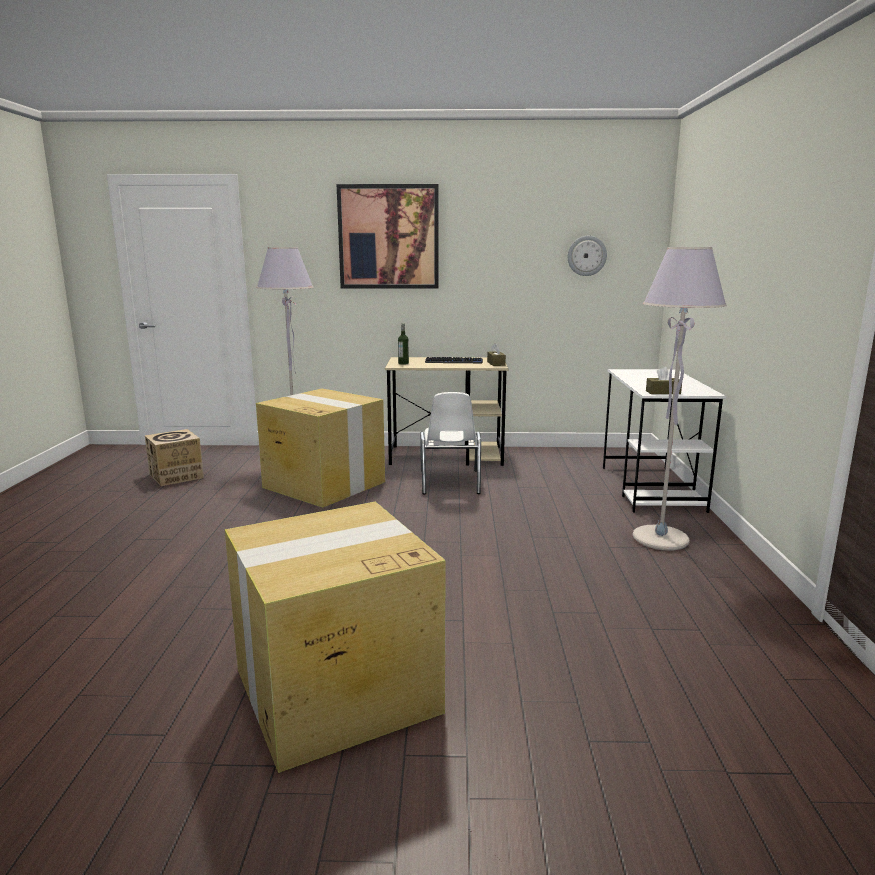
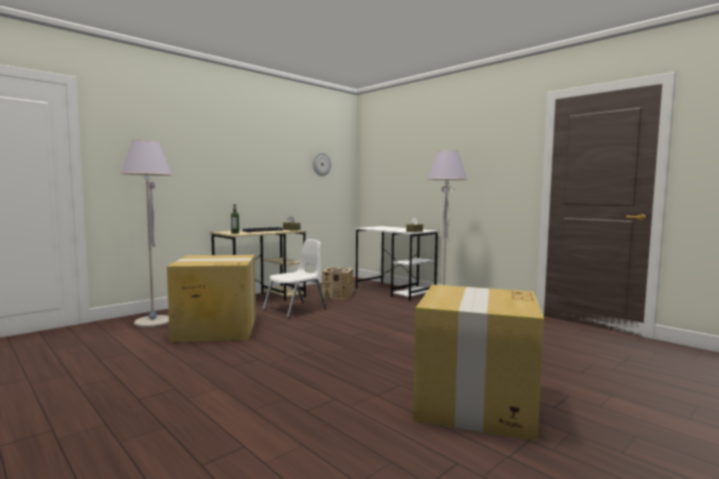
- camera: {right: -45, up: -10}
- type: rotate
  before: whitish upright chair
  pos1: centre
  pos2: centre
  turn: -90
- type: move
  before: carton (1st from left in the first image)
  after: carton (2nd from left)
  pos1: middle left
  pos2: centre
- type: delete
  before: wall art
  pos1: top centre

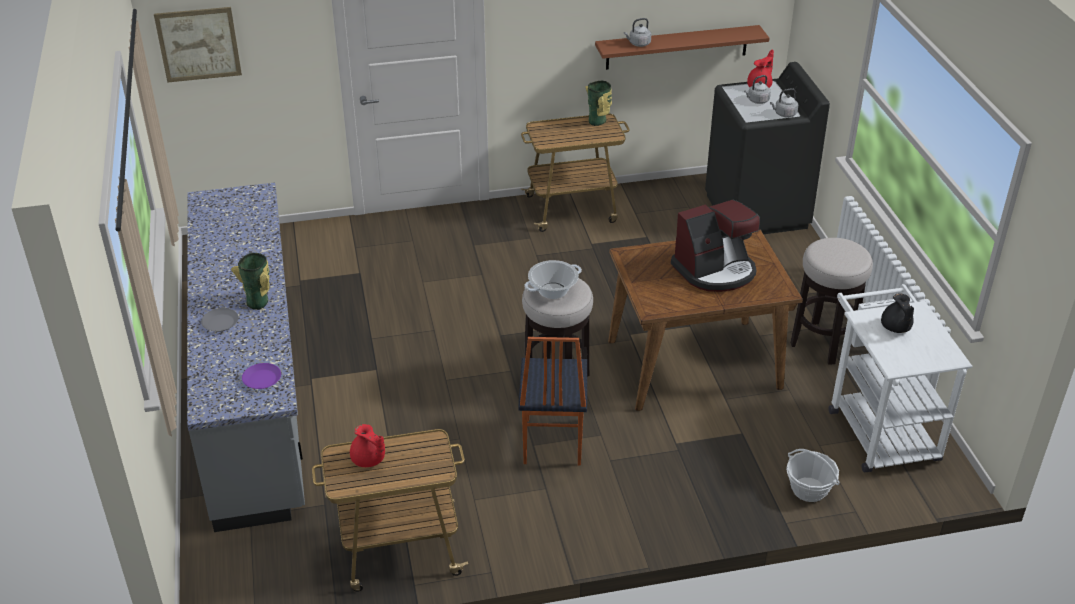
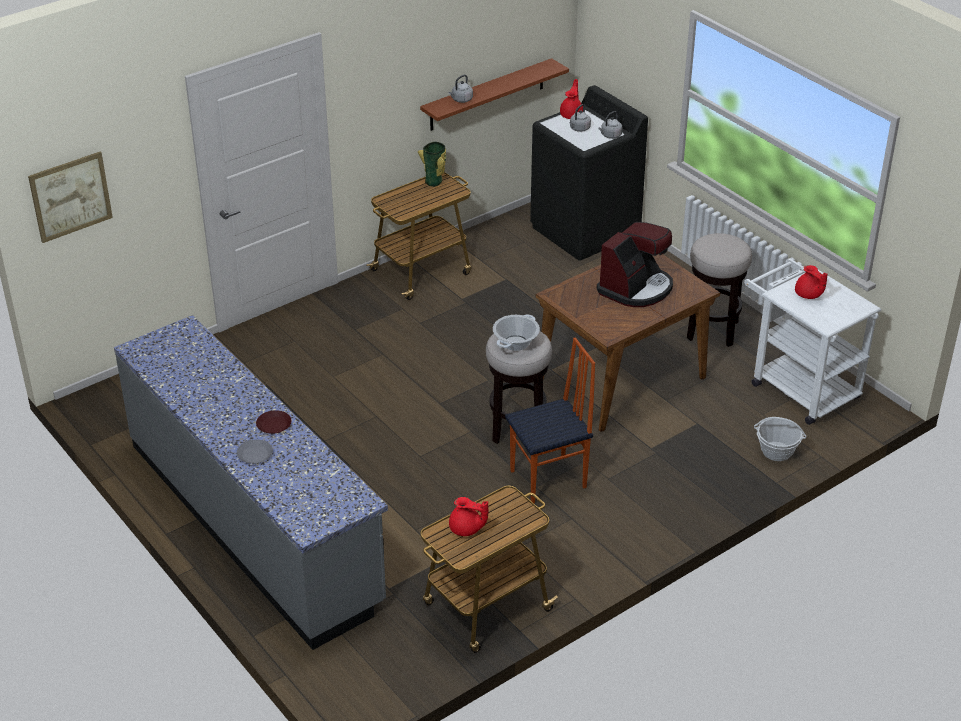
- camera: {right: -25, up: 0}
- type: replace
  before: flower vase (1st from left)
  after: brown plate
  pos1: middle left
  pos2: middle left
- type: rotate
  before: upright chair
  pos1: centre
  pos2: centre
  turn: -90
- type: recolor
  before: black pot for tea
  after: reddish pot for tea (3rd from left)
  pos1: middle right
  pos2: middle right
- type: delete
  before: purple-coloured plate
  pos1: middle left

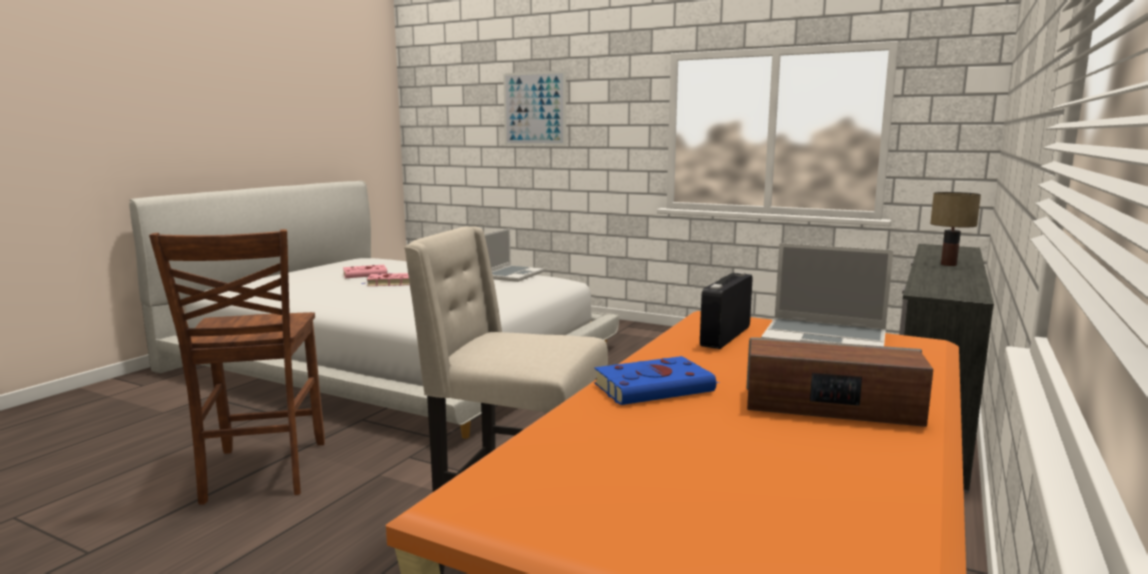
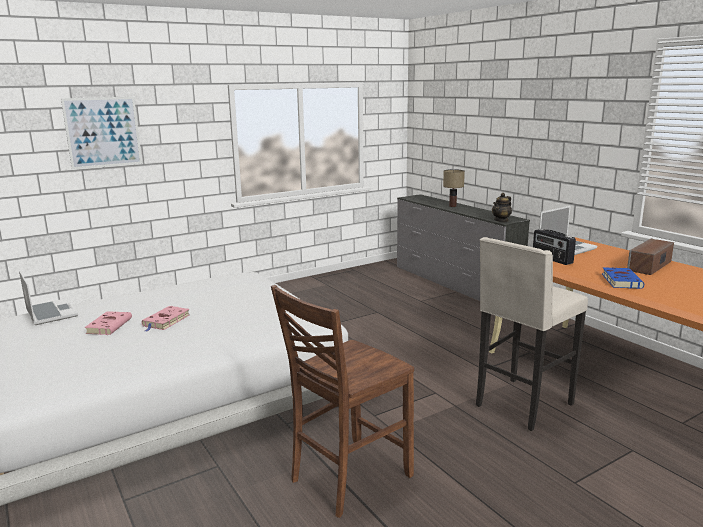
- camera: {right: -60, up: 5}
- type: move
  before: notebook computer (1st from left)
  pos1: centre
  pos2: middle left
- type: rotate
  before: brown upright chair
  pos1: middle left
  pos2: bottom centre
  turn: 120
- type: insert
  after: pot for tea
  pos2: middle right

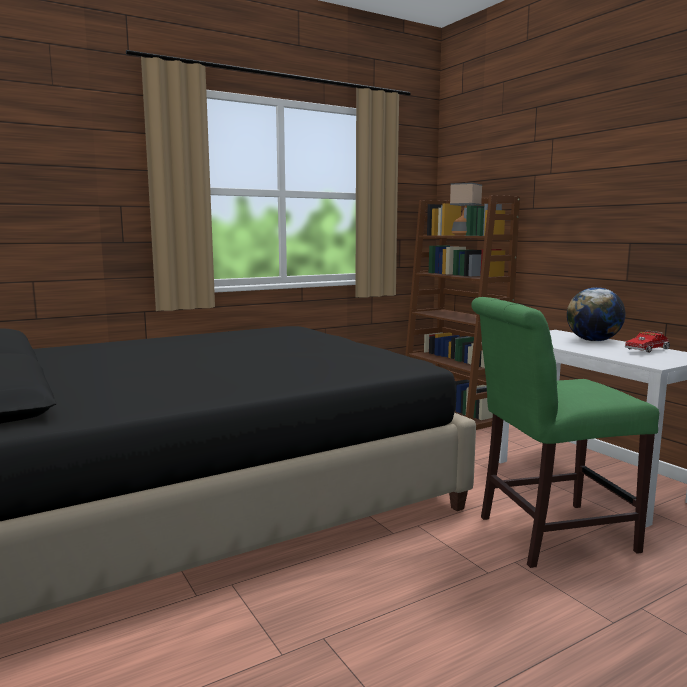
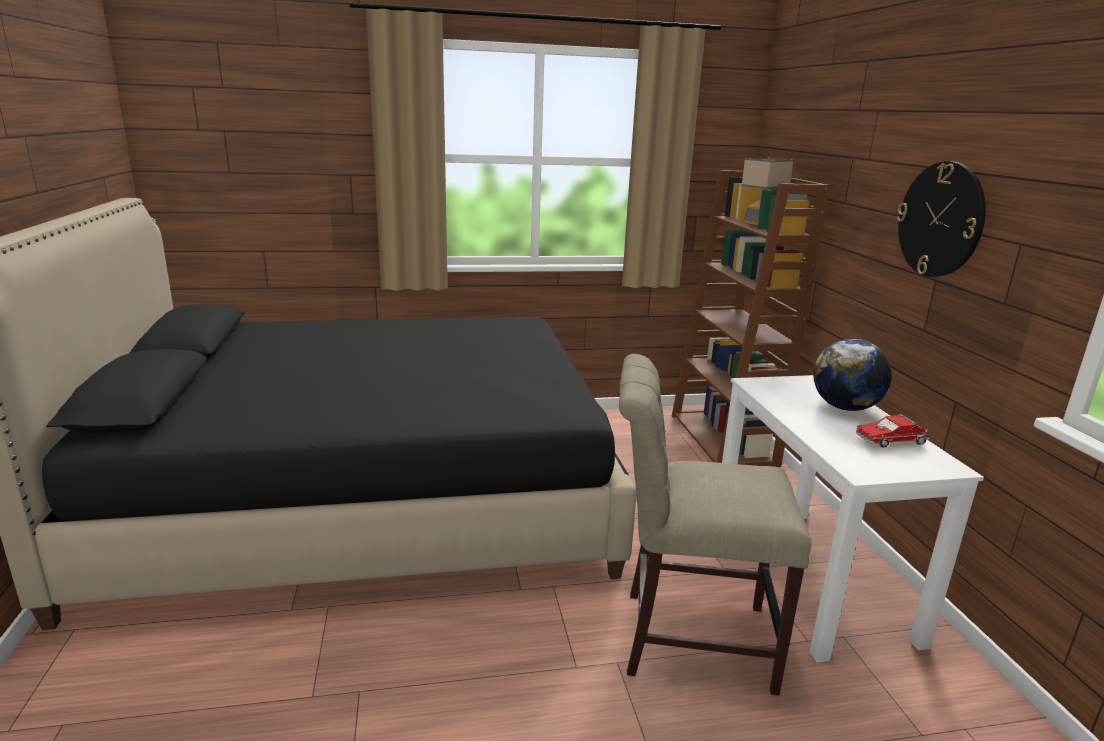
- camera: {right: 20, up: 10}
- type: recolor
  before: greenish upright chair
  after: beige upright chair
  pos1: middle right
  pos2: bottom centre
- type: insert
  after: wall clock
  pos2: top right

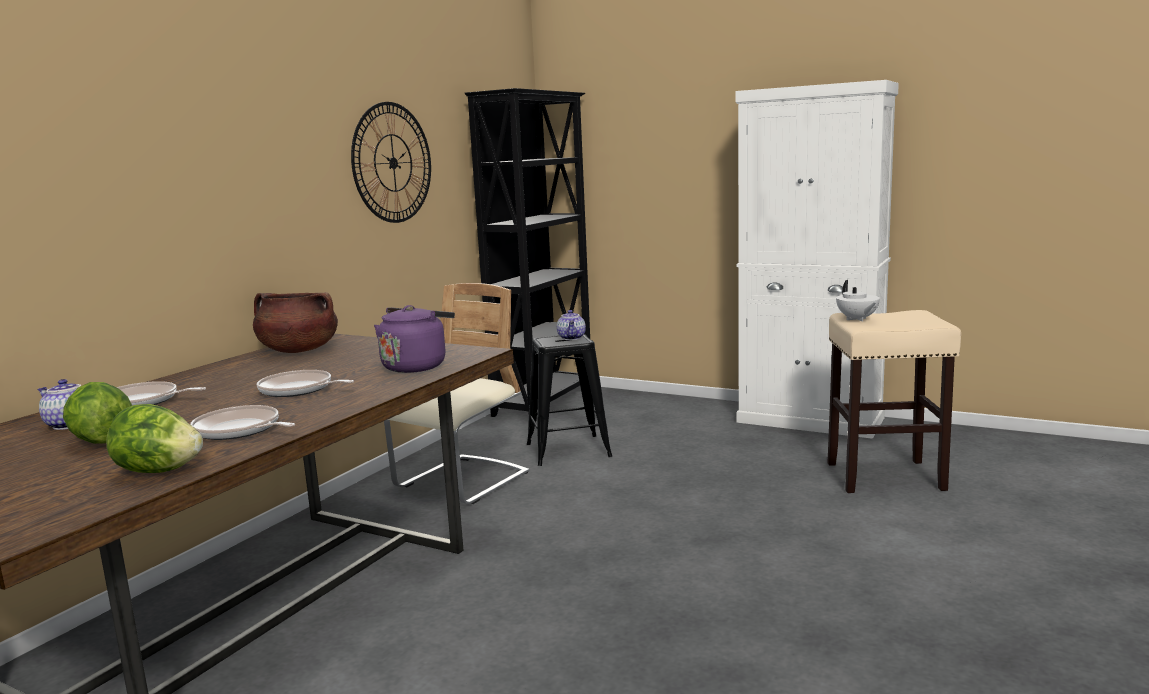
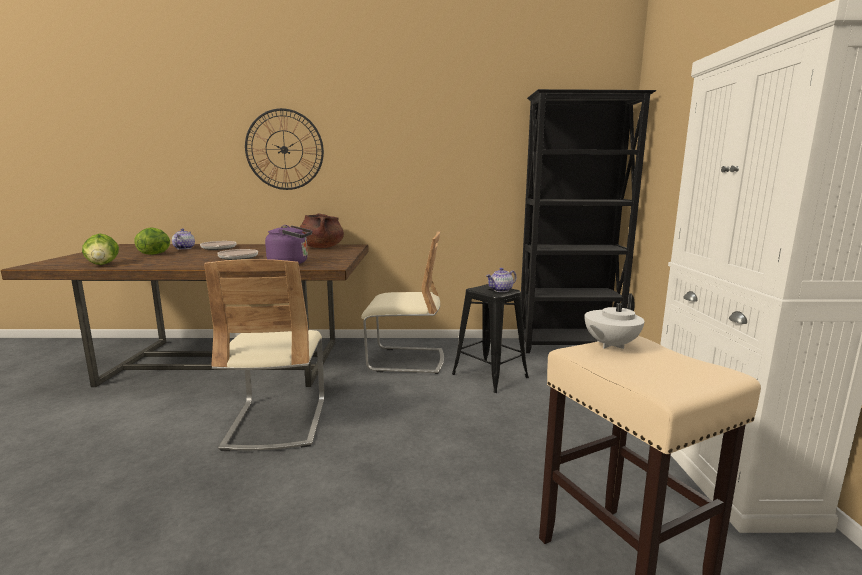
- camera: {right: 60, up: 0}
- type: insert
  after: beige upright chair (1st from left)
  pos2: middle left
- type: move
  before: wall clock
  pos1: top centre
  pos2: top left
- type: delete
  before: skillet (2nd from left)
  pos1: middle left

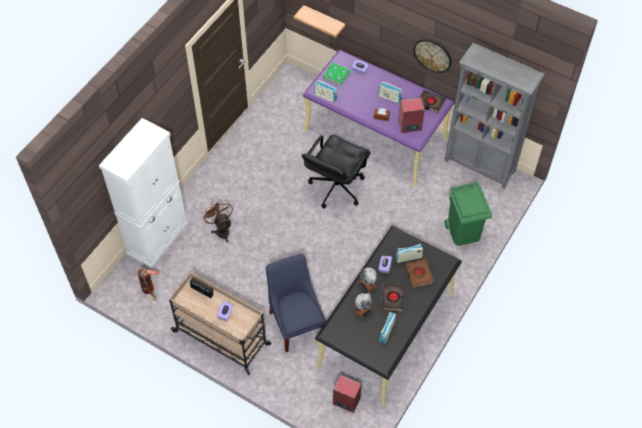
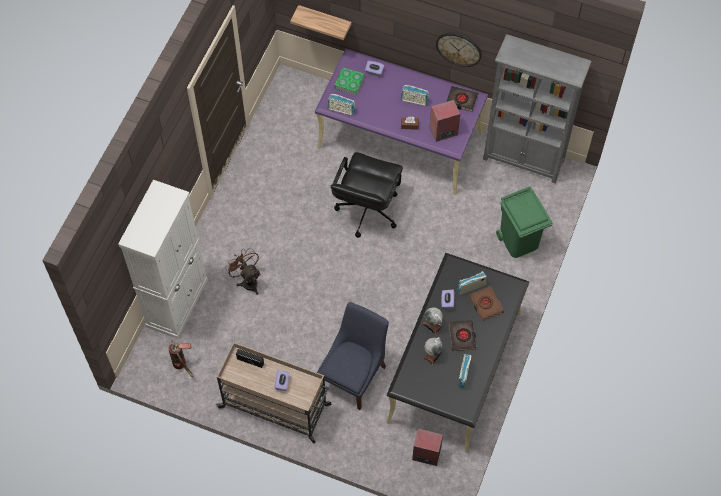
- camera: {right: -10, up: 5}
- type: rotate
  before: bluish upright chair
  pos1: bottom centre
  pos2: bottom centre
  turn: 60

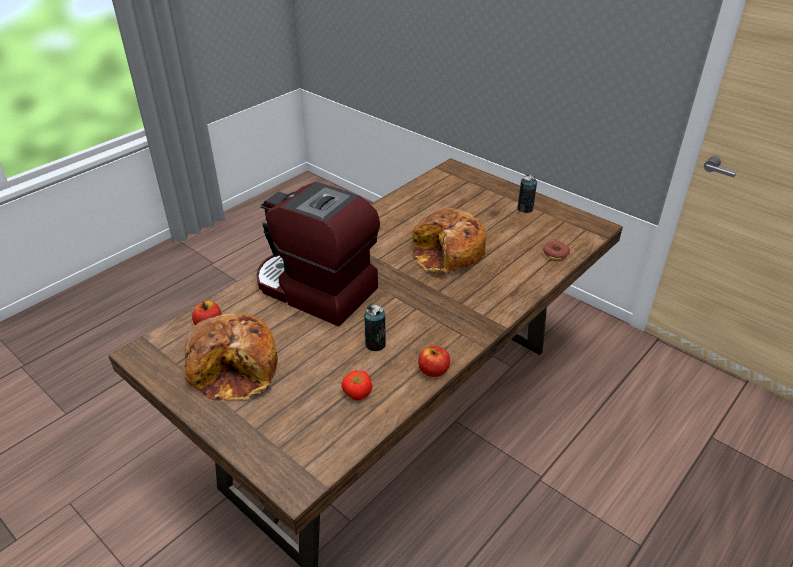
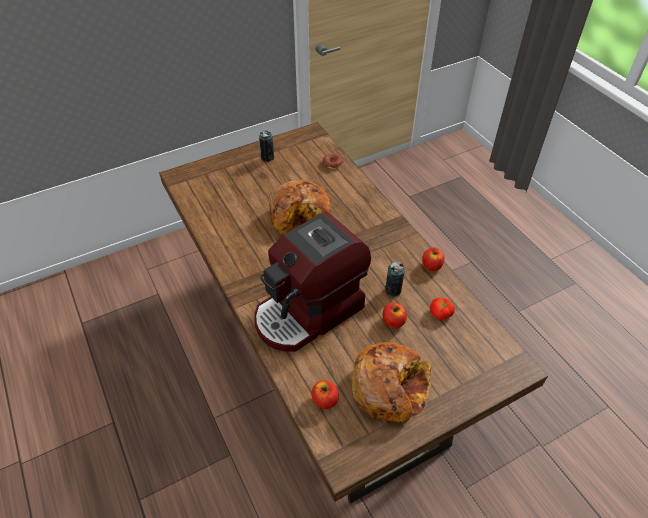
- camera: {right: -70, up: 10}
- type: insert
  after: apple (2nd from left)
  pos2: centre

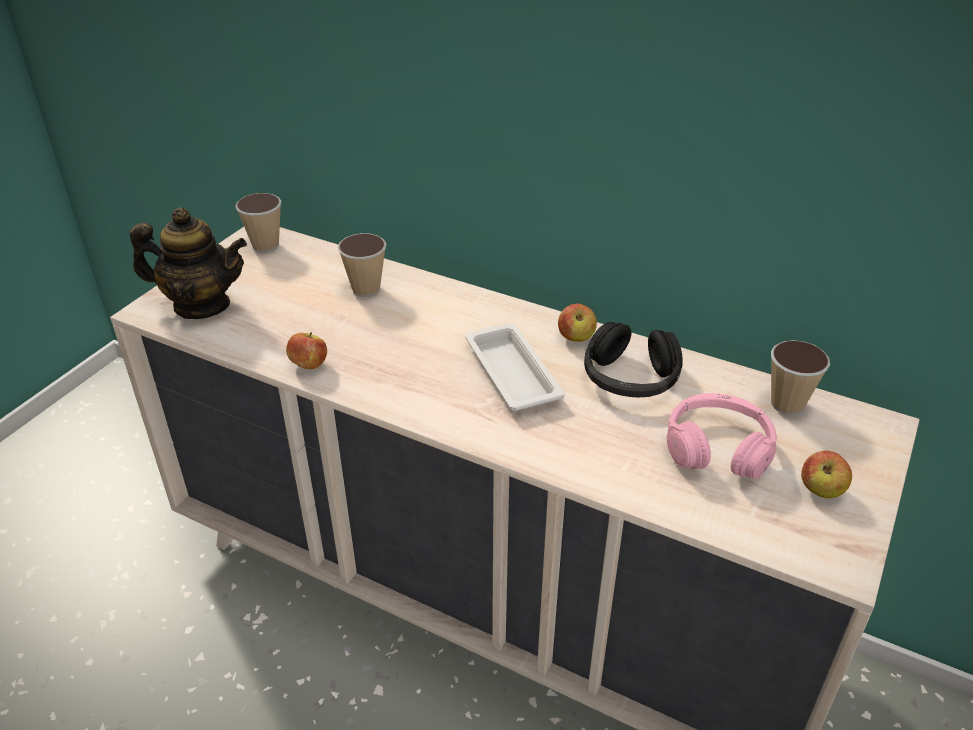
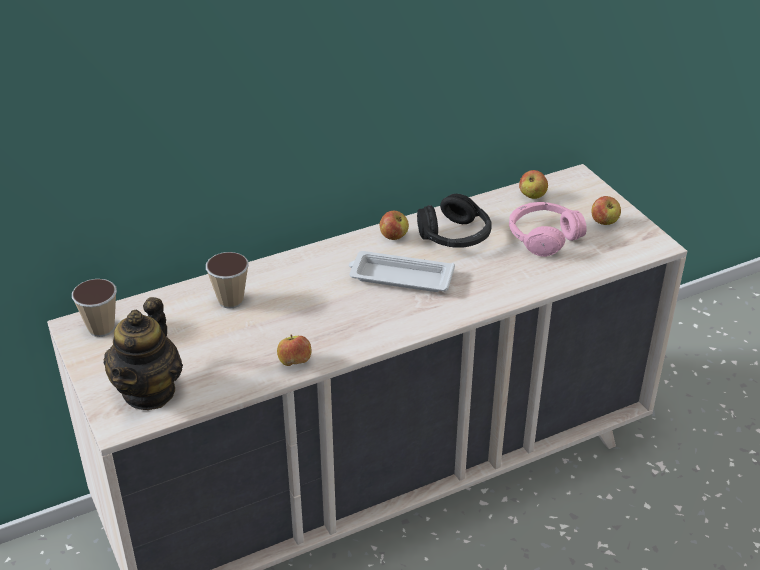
- camera: {right: -55, up: 0}
- type: rotate
  before: pot for tea
  pos1: middle left
  pos2: middle left
  turn: 150
- type: replace
  before: small cup (3rd from left)
  after: apple (3rd from left)
  pos1: middle right
  pos2: top right

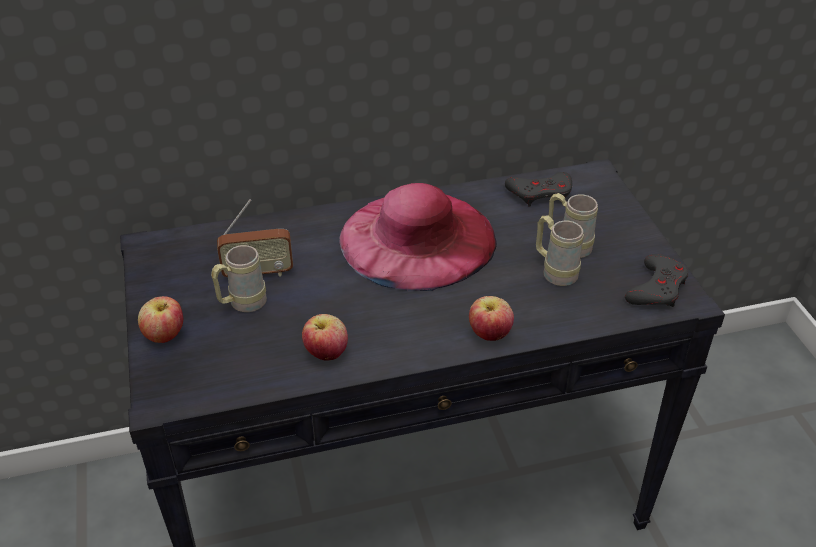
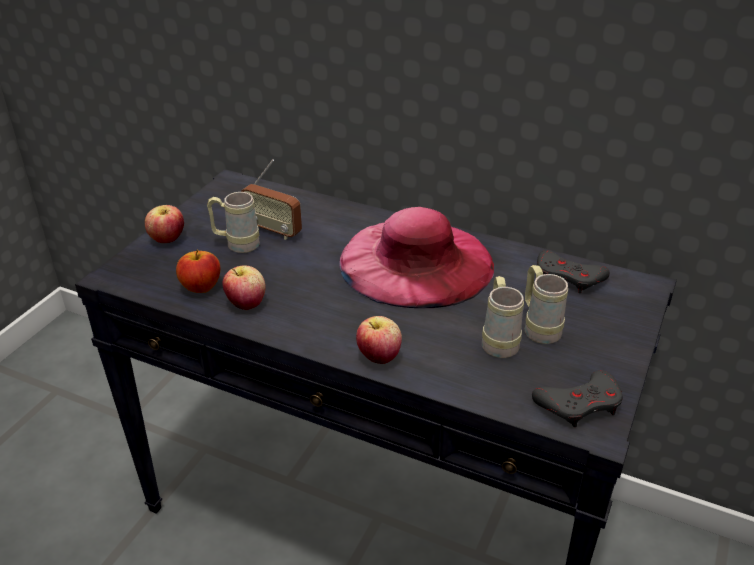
- camera: {right: 40, up: -5}
- type: insert
  after: apple (2nd from left)
  pos2: middle left

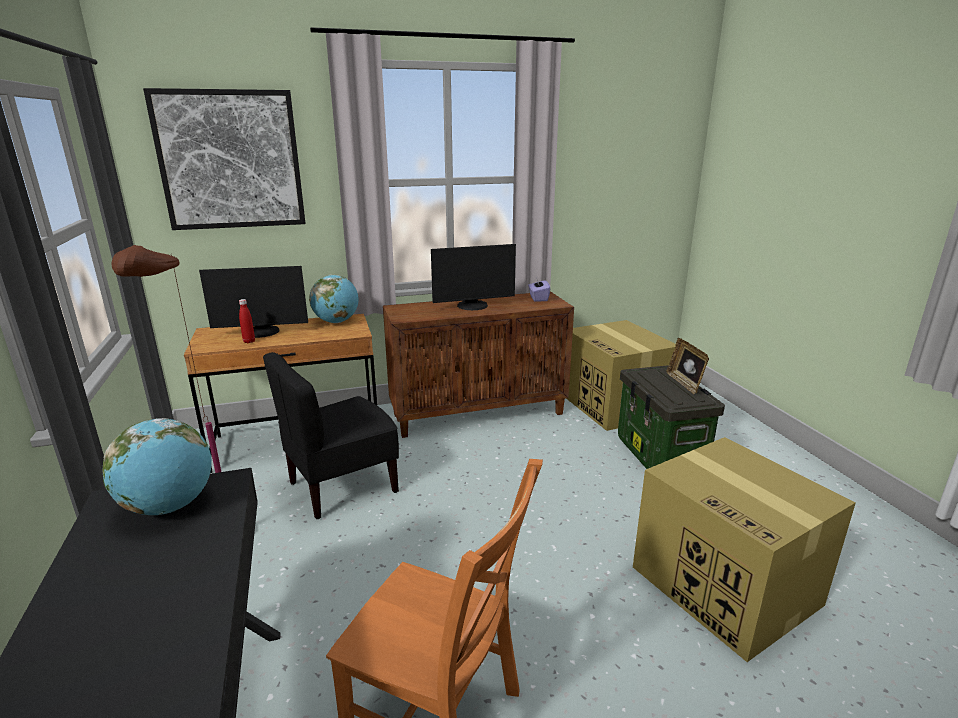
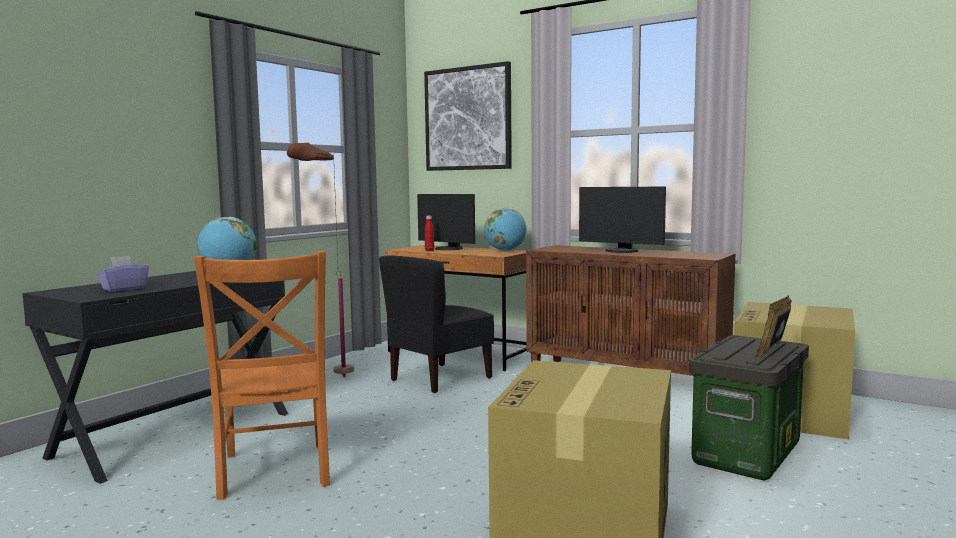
- camera: {right: 50, up: -15}
- type: move
  before: purple-coloured tissue holder
  pos1: centre
  pos2: middle left
- type: rotate
  before: black upright chair
  pos1: centre
  pos2: centre
  turn: -60

